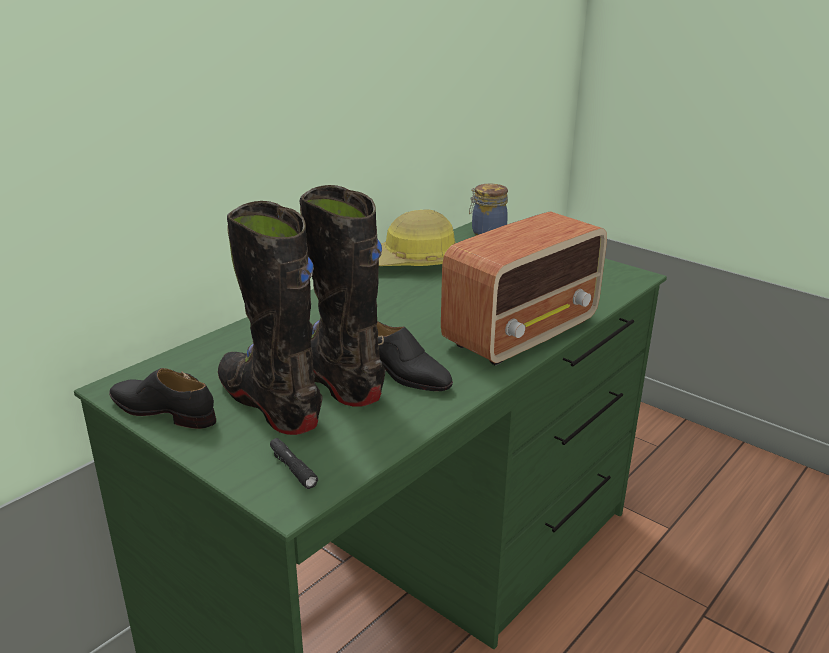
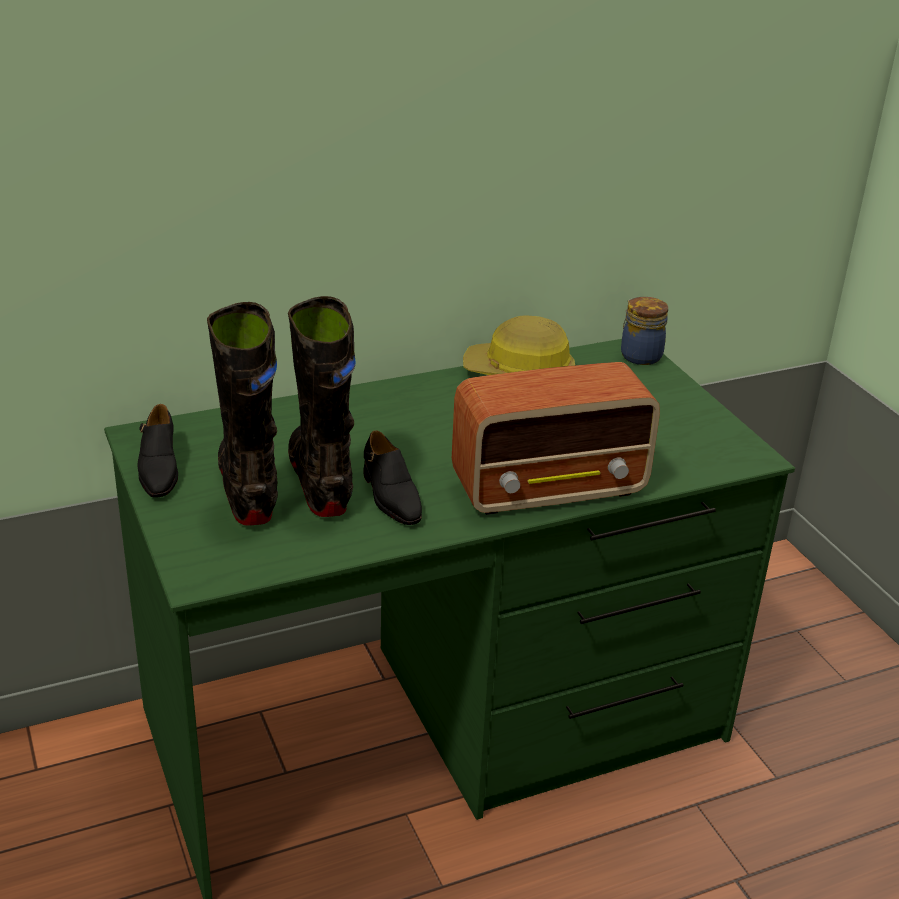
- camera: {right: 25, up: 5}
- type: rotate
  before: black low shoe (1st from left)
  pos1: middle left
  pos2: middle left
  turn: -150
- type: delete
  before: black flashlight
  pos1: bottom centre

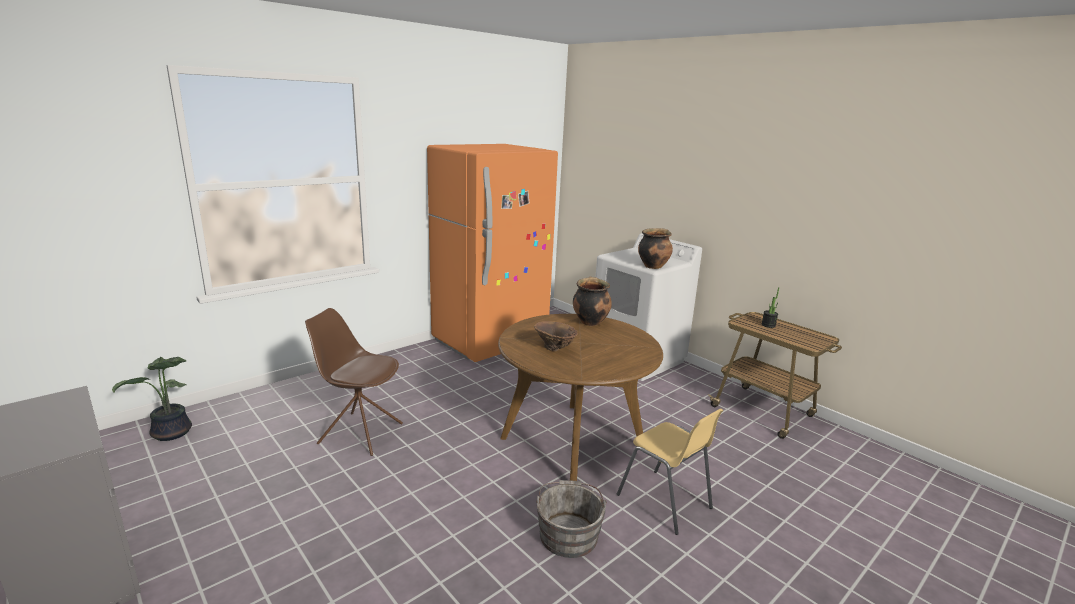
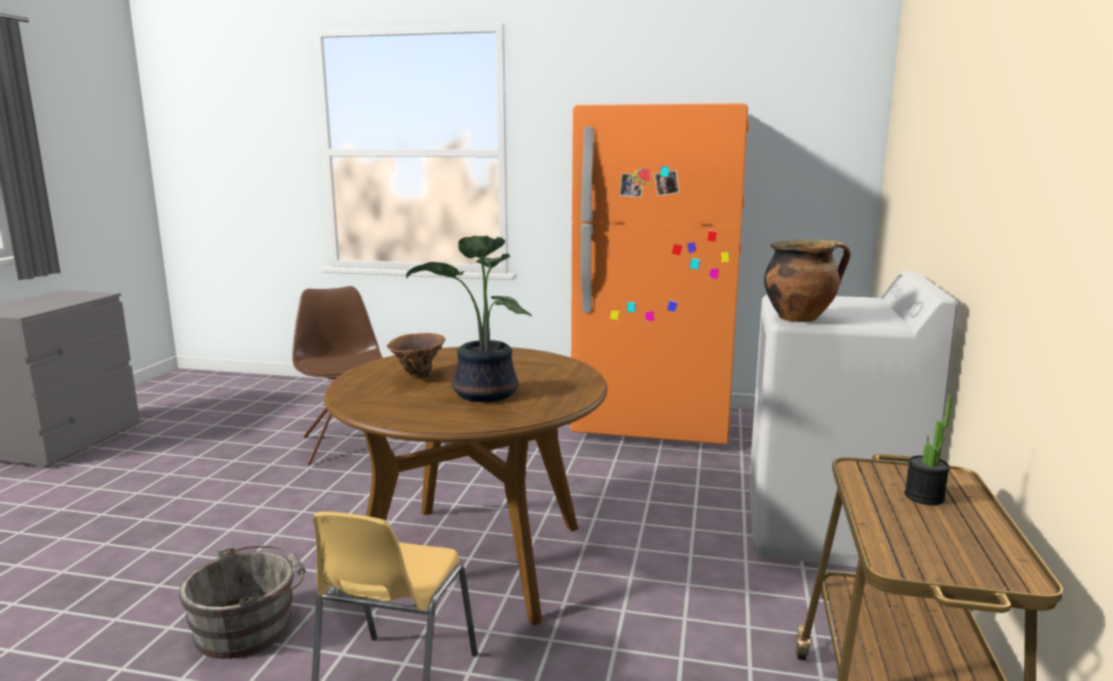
- camera: {right: 55, up: -5}
- type: move
  before: potted plant (1st from left)
  pos1: middle left
  pos2: centre
- type: delete
  before: cooking pot (1st from left)
  pos1: centre

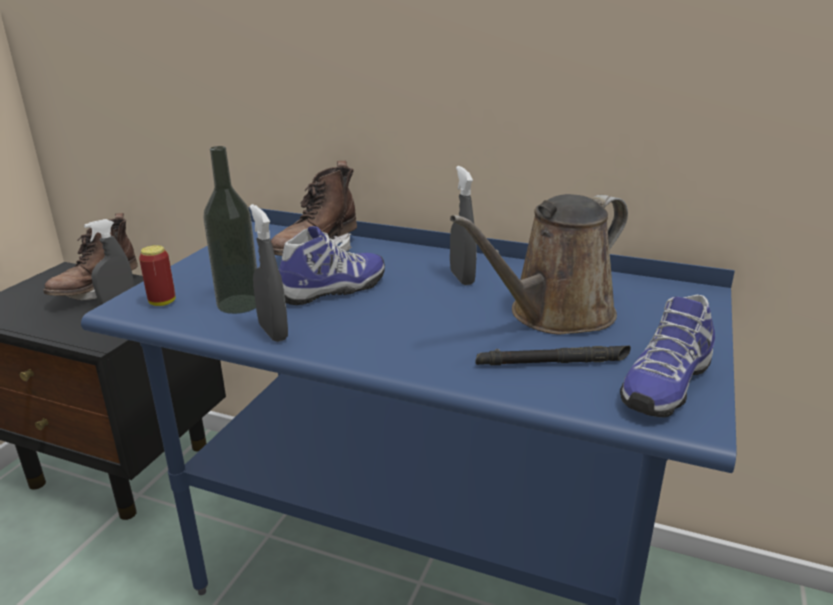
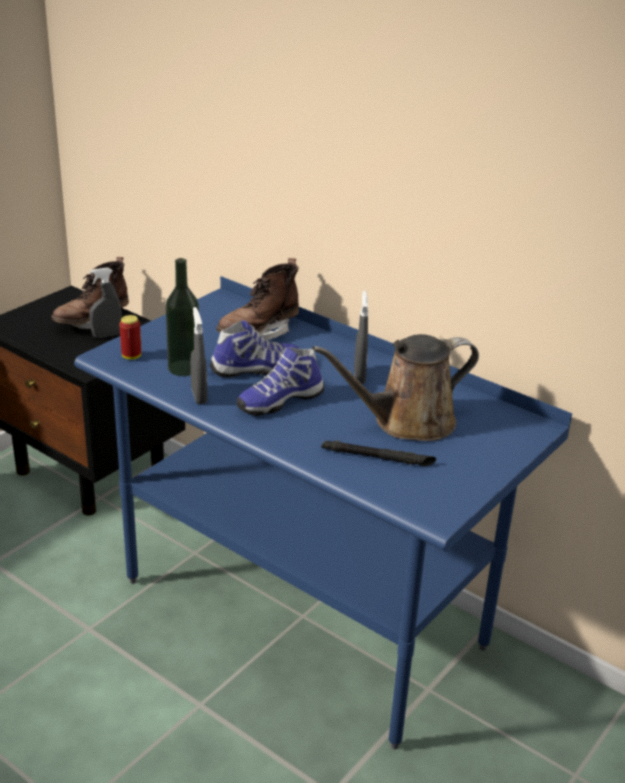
- camera: {right: 15, up: 5}
- type: move
  before: low shoe (2nd from left)
  pos1: middle right
  pos2: centre

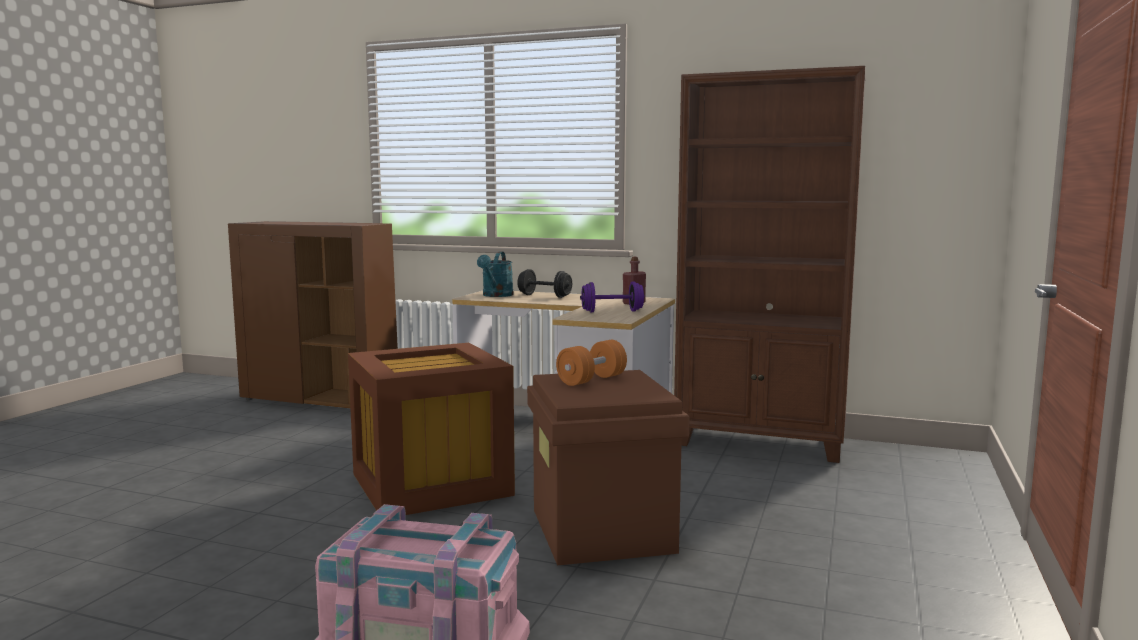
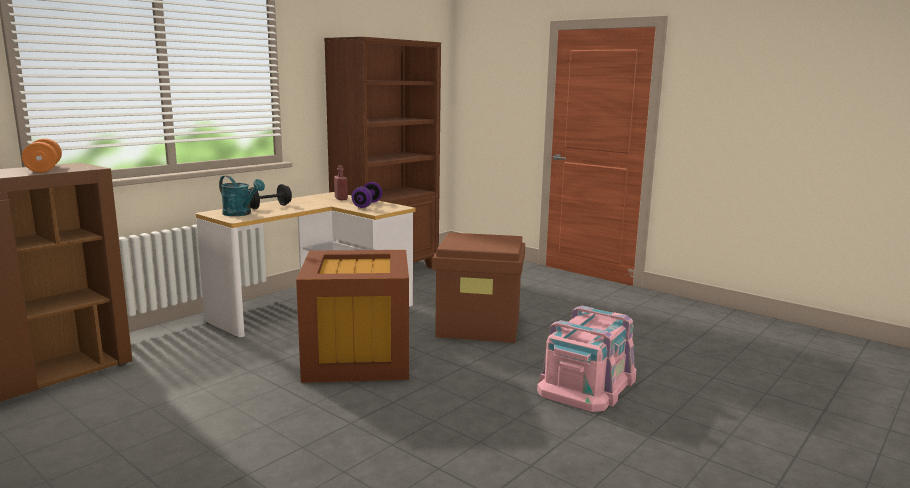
- camera: {right: -70, up: 5}
- type: move
  before: orange-coloured hand weight
  pos1: centre
  pos2: top left

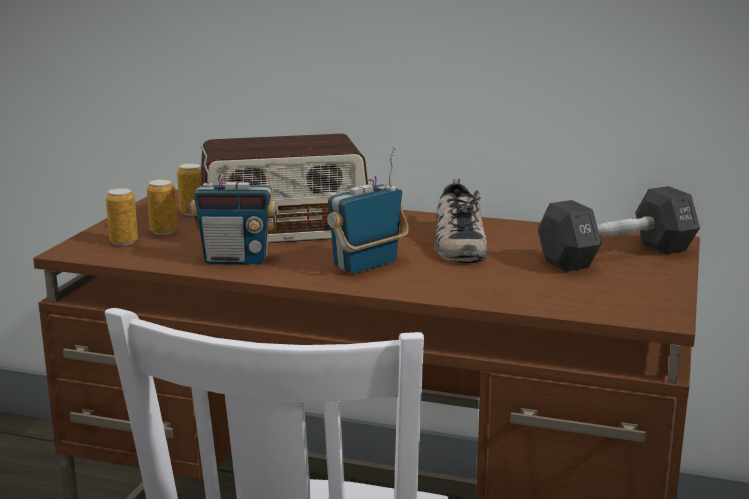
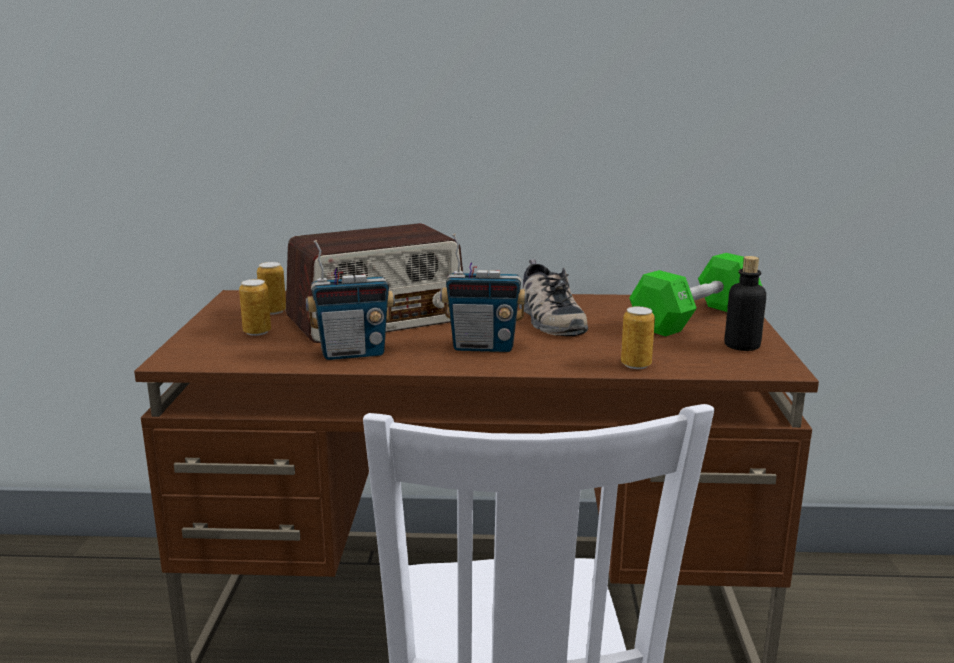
- camera: {right: -15, up: 0}
- type: rotate
  before: radio receiver (3rd from left)
  pos1: centre
  pos2: centre
  turn: -120
- type: move
  before: can (1st from left in the first image)
  after: can (3rd from left)
  pos1: middle left
  pos2: middle right
- type: recolor
  before: black hand weight
  after: greenish hand weight
  pos1: middle right
  pos2: middle right
- type: insert
  after: beverage bottle
  pos2: middle right

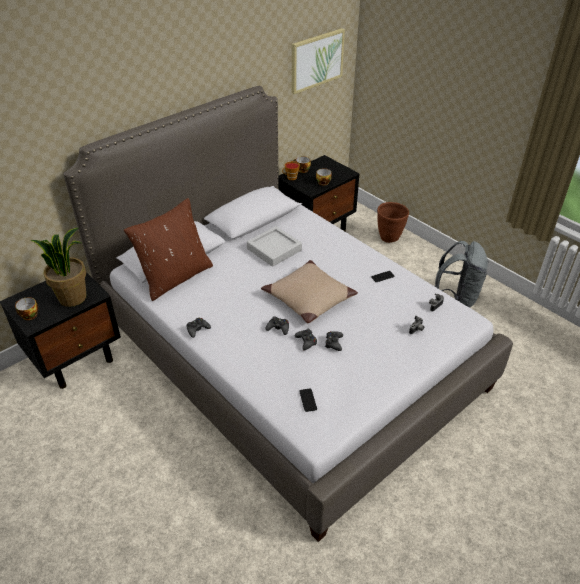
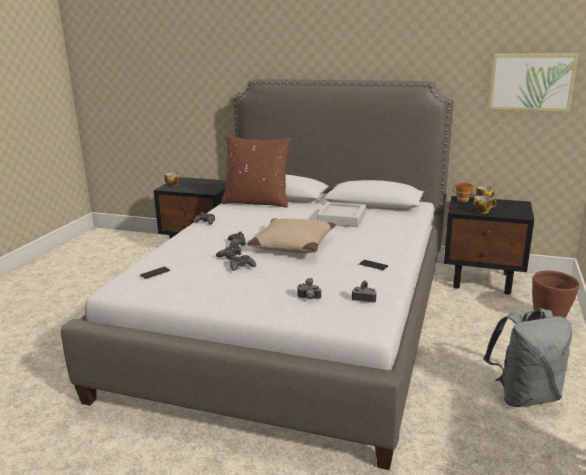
- camera: {right: 60, up: -20}
- type: delete
  before: potted plant
  pos1: middle left

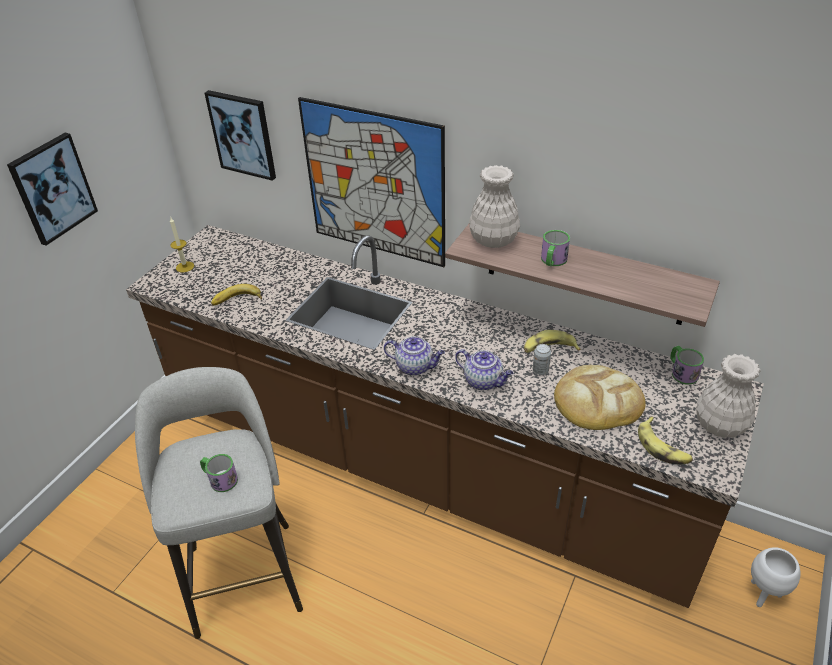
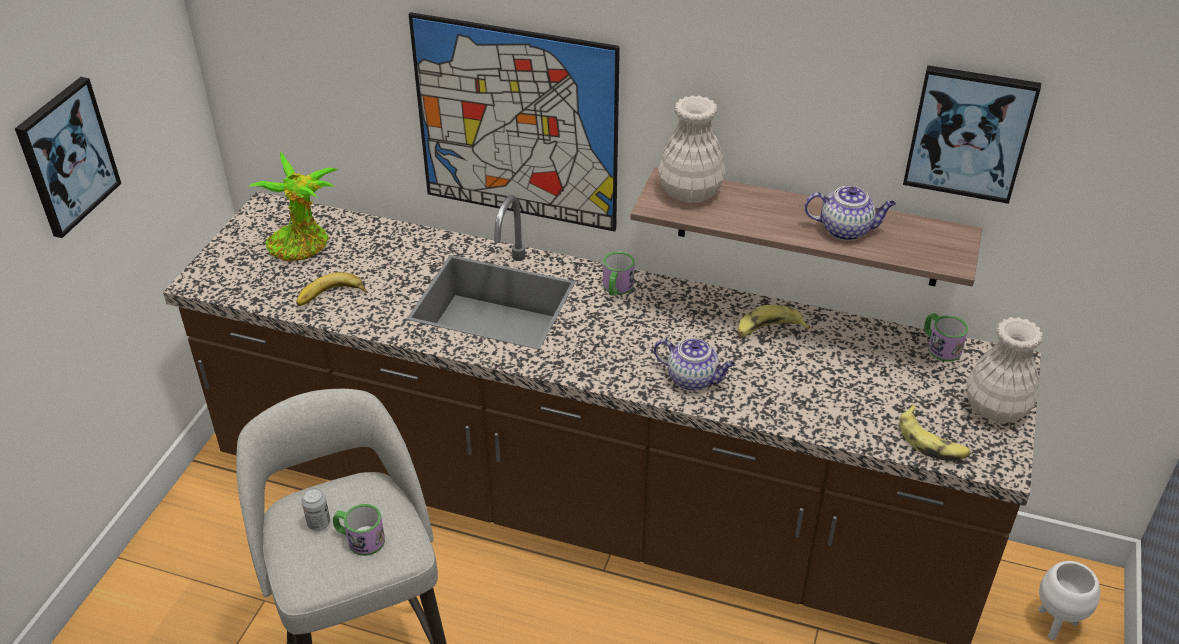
- camera: {right: -10, up: 0}
- type: insert
  after: potted plant
  pos2: top left
- type: move
  before: can
  pos1: centre
  pos2: bottom left
- type: move
  before: tea mug (2nd from left)
  pos1: middle right
  pos2: centre
- type: move
  before: pot for tea (1st from left in the first image)
  after: pot for tea (2nd from left)
  pos1: centre
  pos2: top right
- type: move
  before: wall art (2nd from left in the first image)
  after: wall art (3rd from left)
  pos1: top left
  pos2: top right
- type: delete
  before: candle
  pos1: middle left
- type: delete
  before: bakery bread
  pos1: middle right

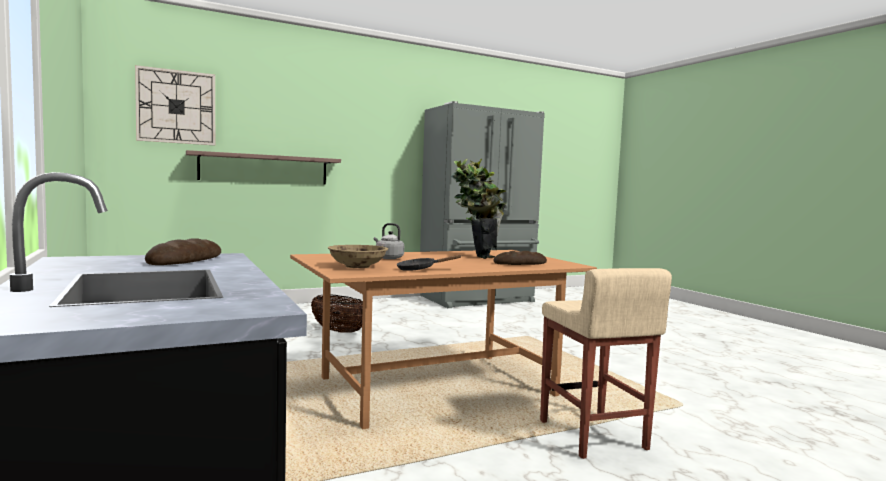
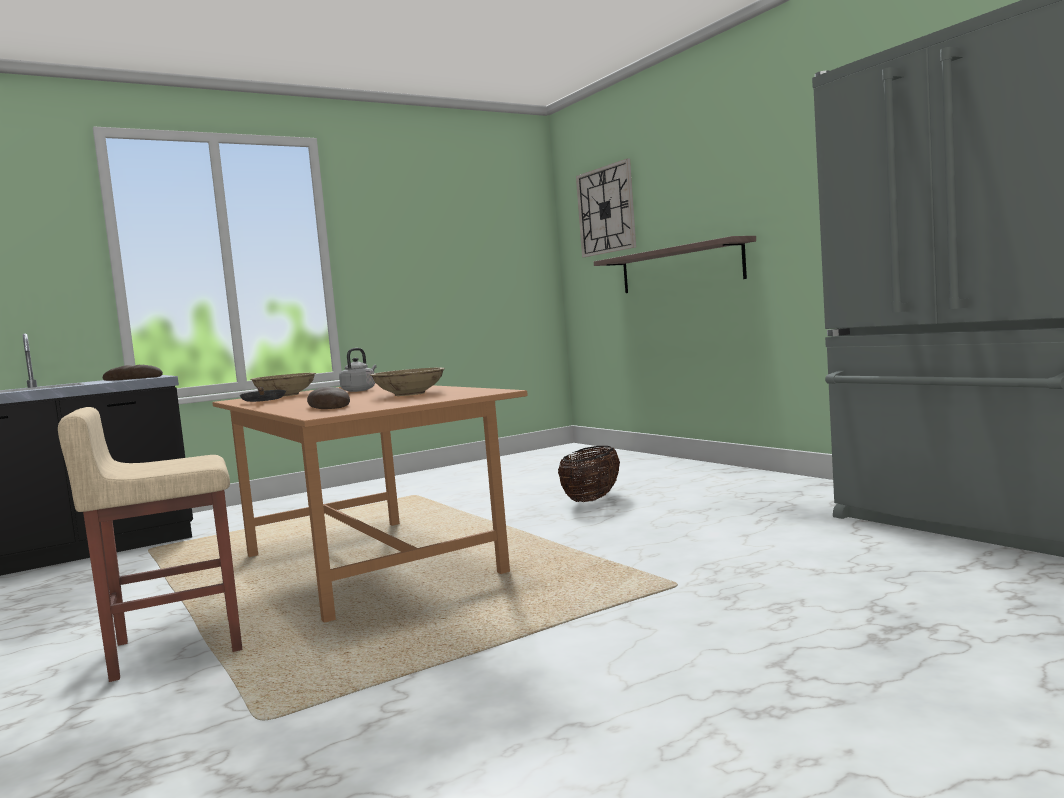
- camera: {right: 85, up: 0}
- type: replace
  before: potted plant
  after: beige deep dish (2nd from left)
  pos1: centre
  pos2: centre

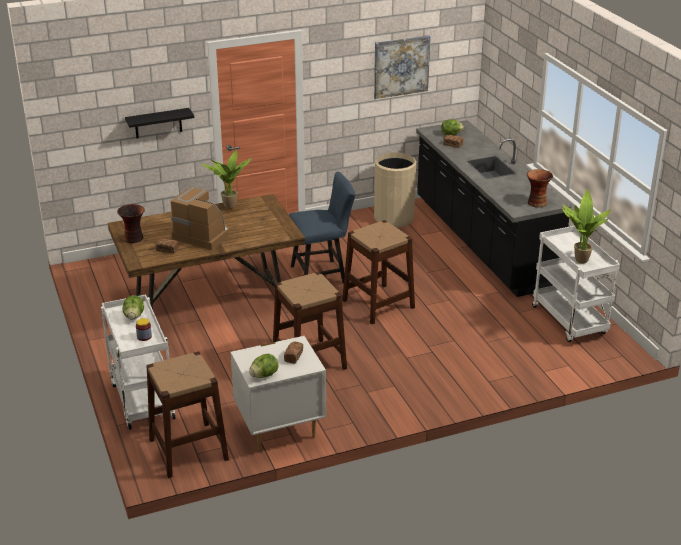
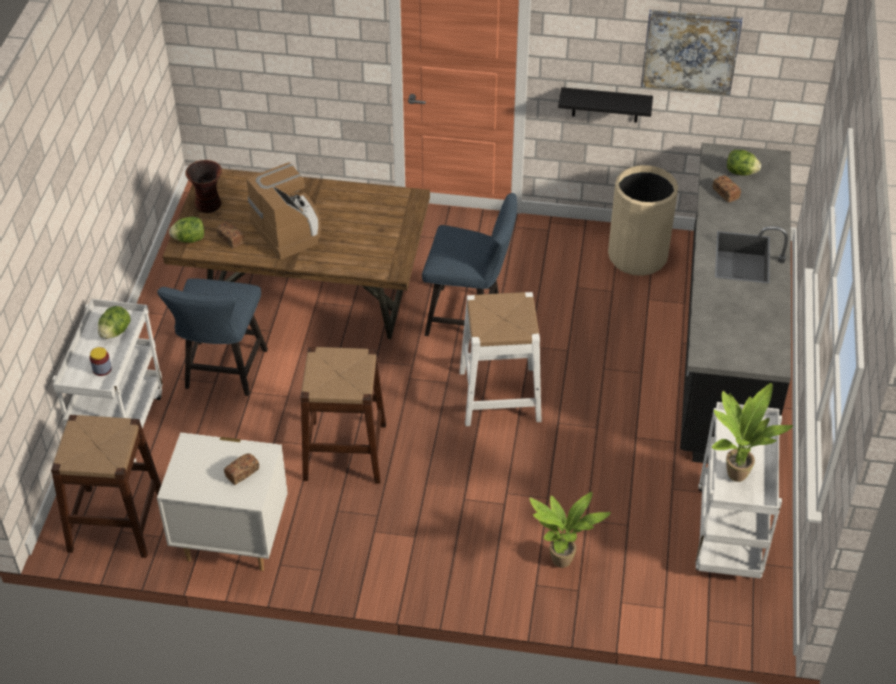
- camera: {right: 30, up: 15}
- type: insert
  after: bluish upright chair (1st from left)
  pos2: middle left
- type: move
  before: head of lettuce (2nd from left)
  pos1: bottom centre
  pos2: middle left
- type: recolor
  before: brown sitting stool (3rd from left)
  after: whitish sitting stool
  pos1: centre
  pos2: centre
- type: move
  before: potted plant (1st from left)
  pos1: top centre
  pos2: bottom centre
- type: move
  before: black bracket shelf
  pos1: top left
  pos2: top right
- type: delete
  before: flower vase (2nd from left)
  pos1: middle right

